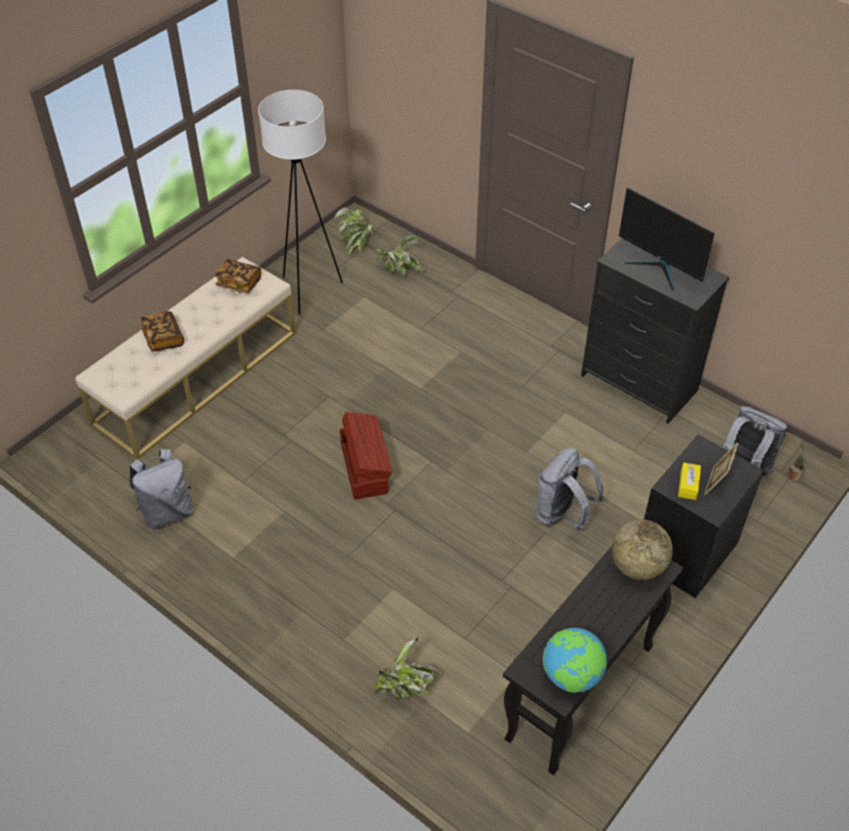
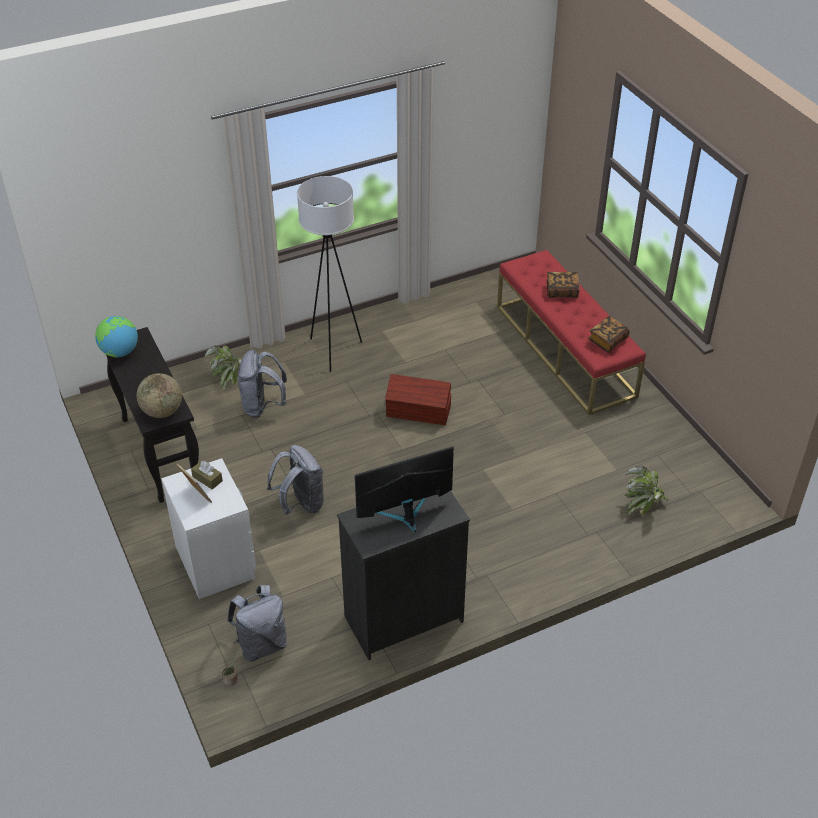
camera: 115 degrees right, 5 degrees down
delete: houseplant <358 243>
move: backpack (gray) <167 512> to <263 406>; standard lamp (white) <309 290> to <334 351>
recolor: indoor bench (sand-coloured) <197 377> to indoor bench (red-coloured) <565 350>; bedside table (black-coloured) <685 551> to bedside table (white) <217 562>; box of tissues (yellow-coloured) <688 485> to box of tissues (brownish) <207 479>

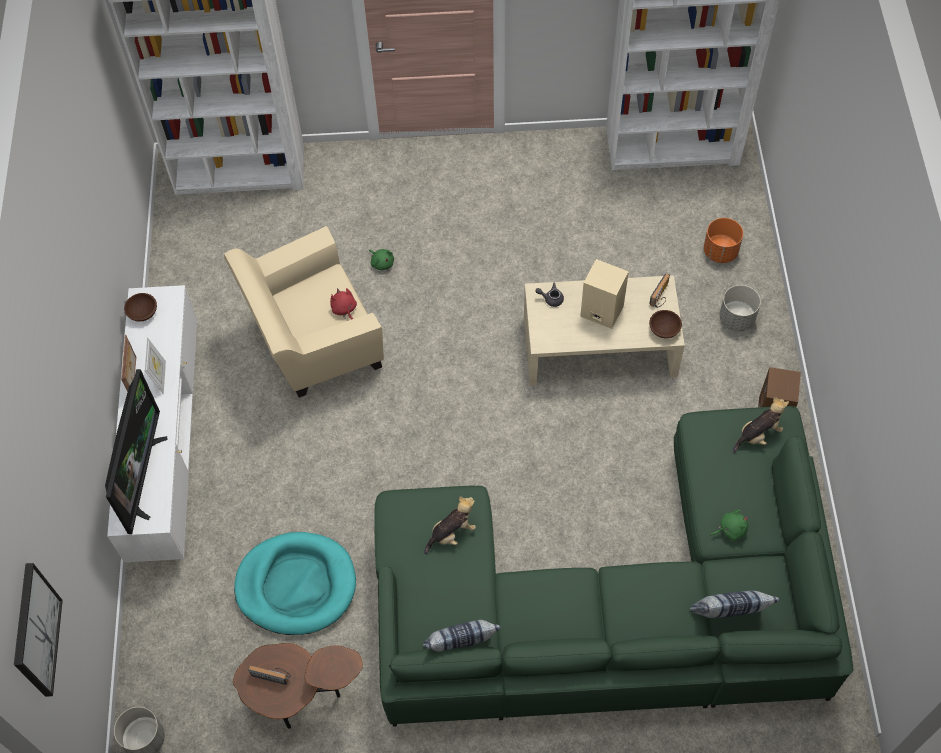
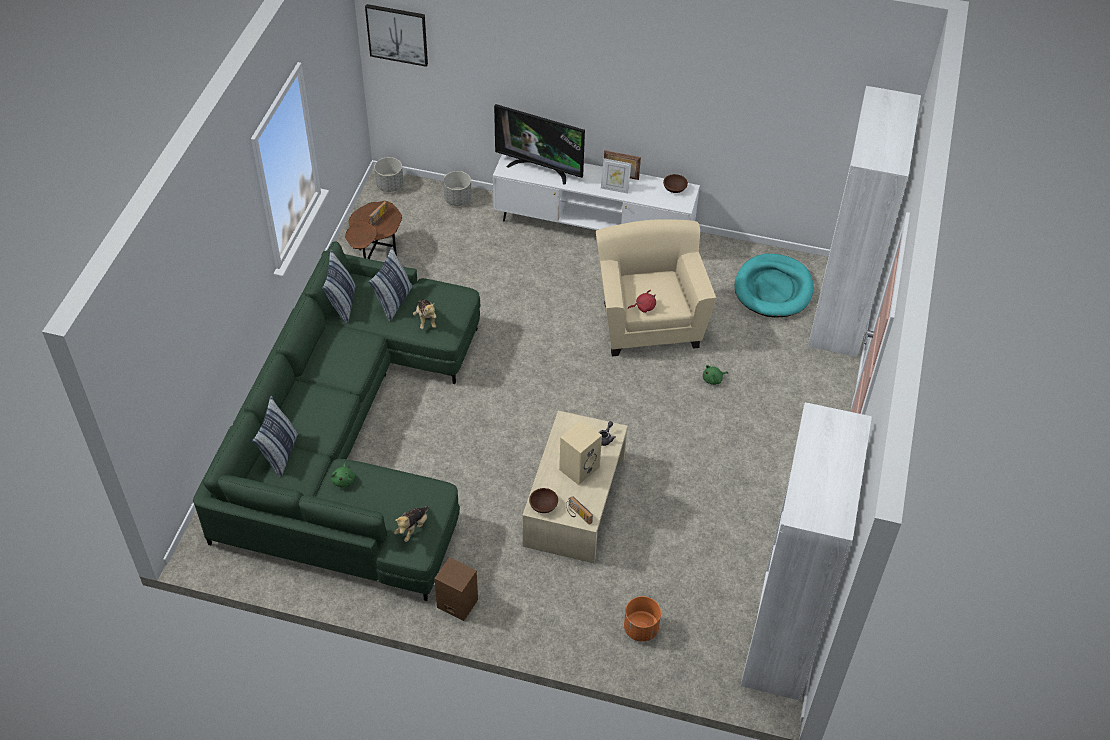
camera: 105 degrees right, 10 degrees down
insert: cushion <393 301>
move: pet bed (turquoise-coloured) <296 585> to <773 289>; flower pot (gray) <736 319> to <457 199>
rotate: soft toy <758 434> = <412 528> 45 degrees clockwise

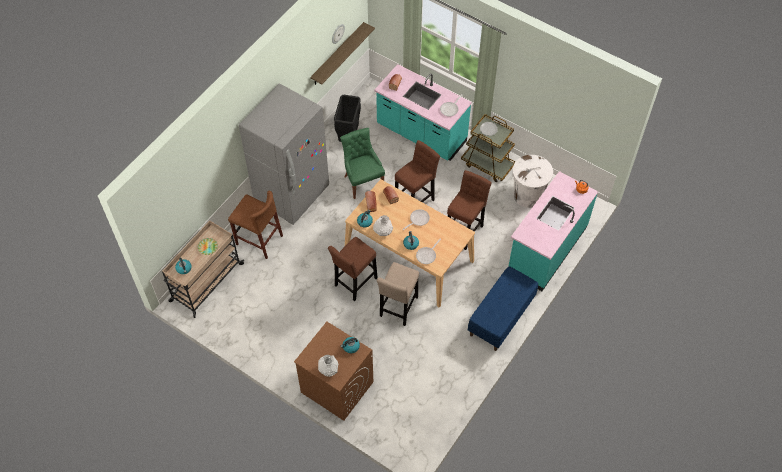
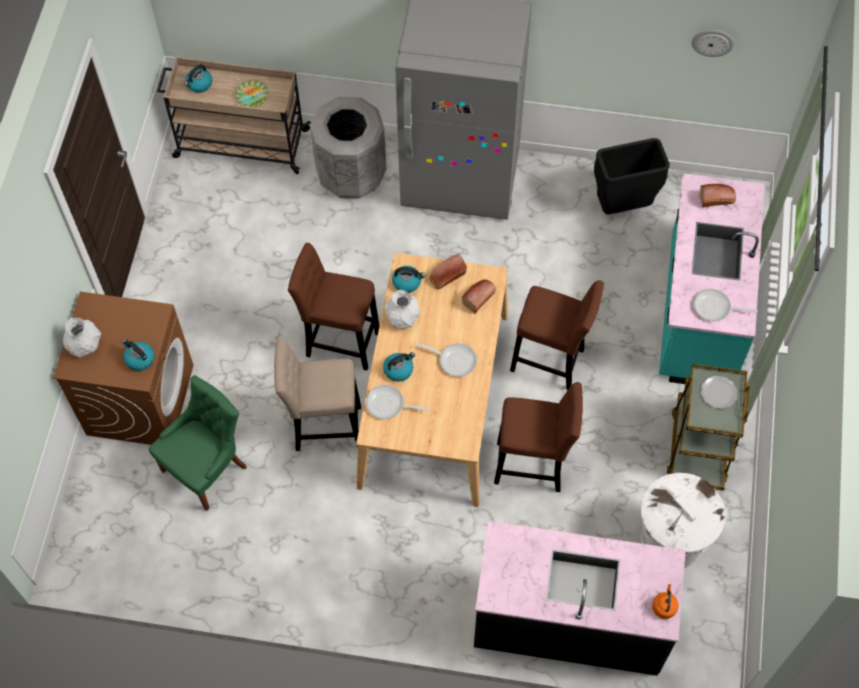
camera: 65 degrees right, 5 degrees up
delete: shelf <337 54>; indoor bench (blue) <501 317>
move: upright chair (greenish) <362 181> to <207 468>
replace: sitting stool (brownish) <259 240> to rubbish bin (gray) <351 175>
recolor: counter (turquoise-coloured) <546 249> to counter (black-coloured) <569 620>

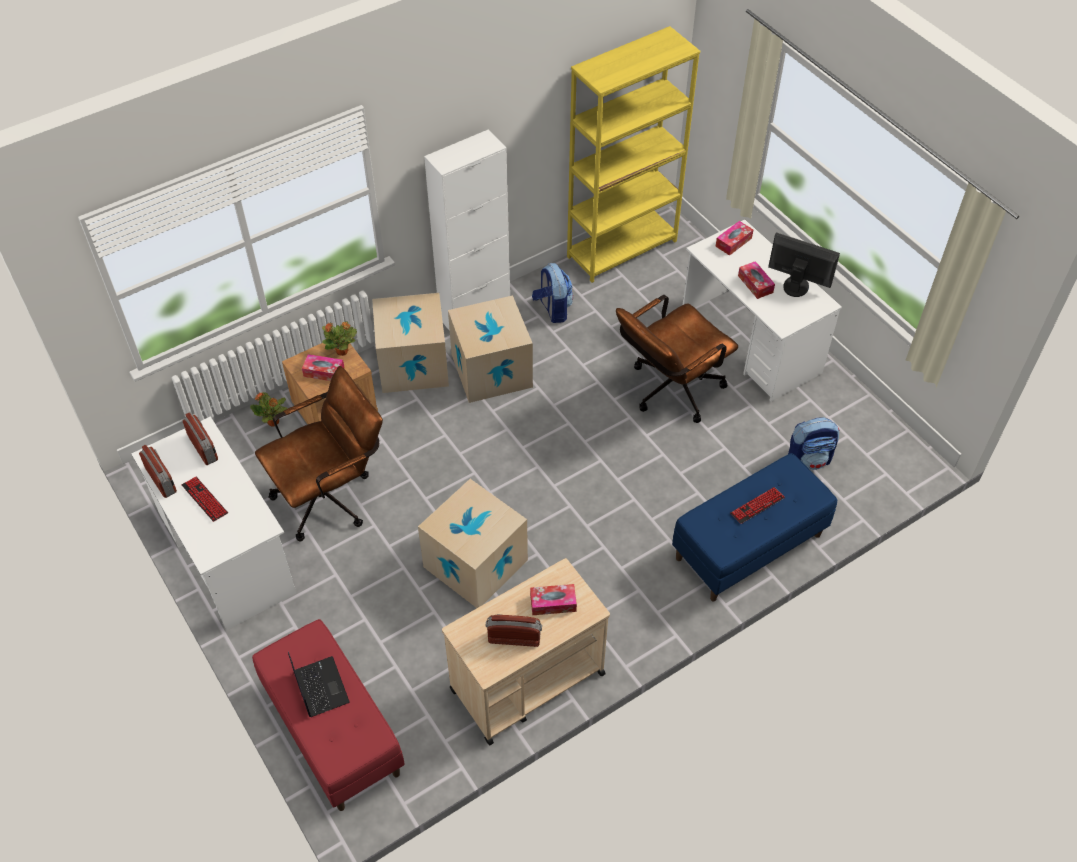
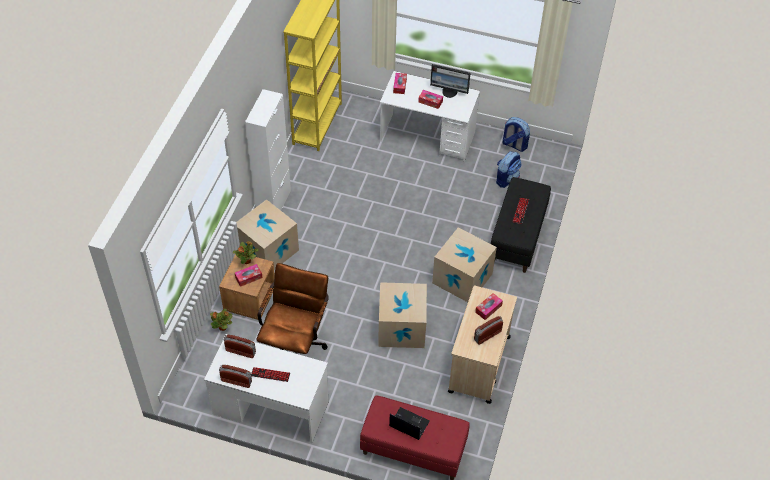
camera: 40 degrees left, 0 degrees up
delete: desk chair (brownish) <669 391>
move: cardboard box <491 370> to <462 278>; backpack <553 309> to <514 145>
recolor: indoor bench (blue) <748 547> to indoor bench (black-coloured) <517 237>
rotate: monitor <796 285> = <449 92> 150 degrees counterclockwise

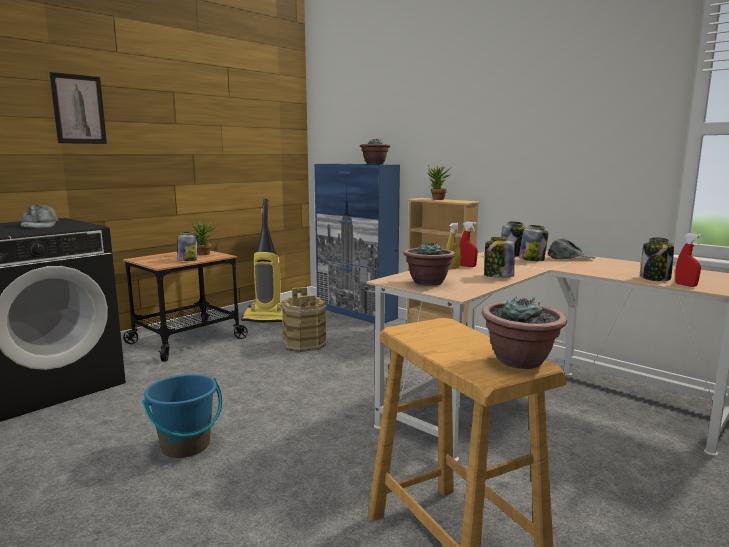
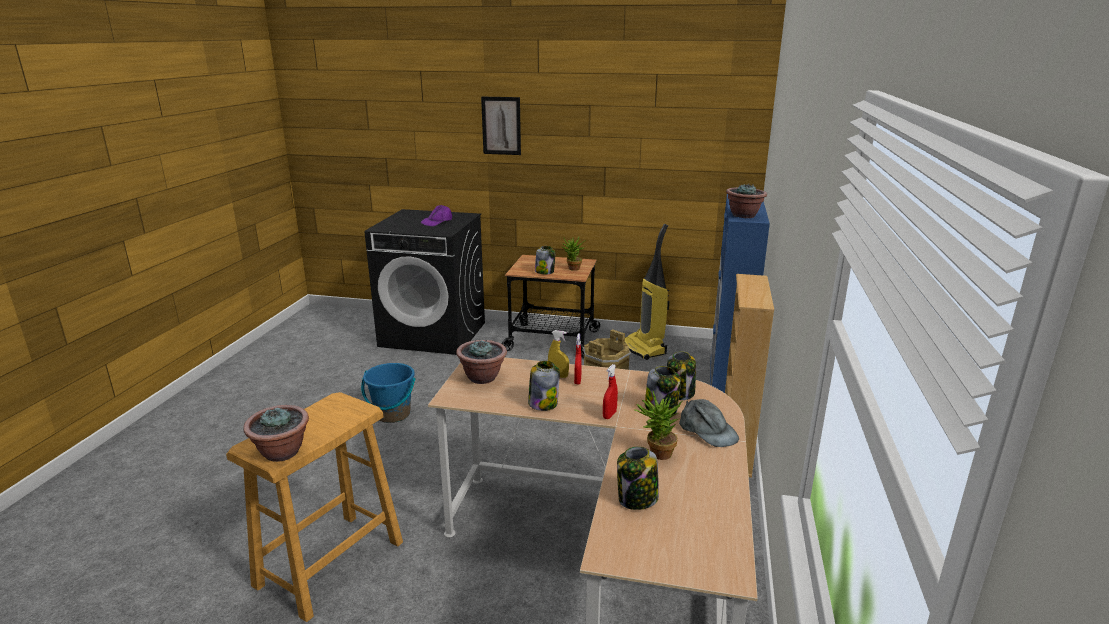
camera: 60 degrees right, 10 degrees up
move: houseplant <437 199> to <656 454>; spray bottle (red-coloured) <685 285> to <609 415>
recolor: cap (gray) <39 225> to cap (purple) <437 221>

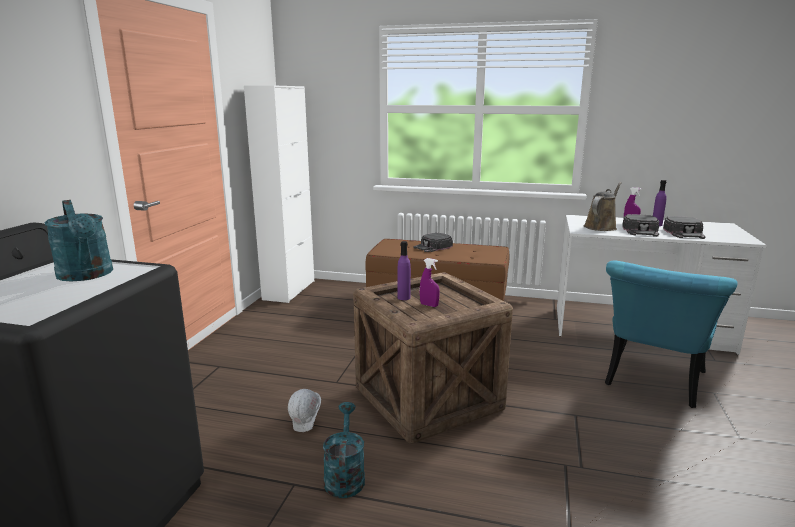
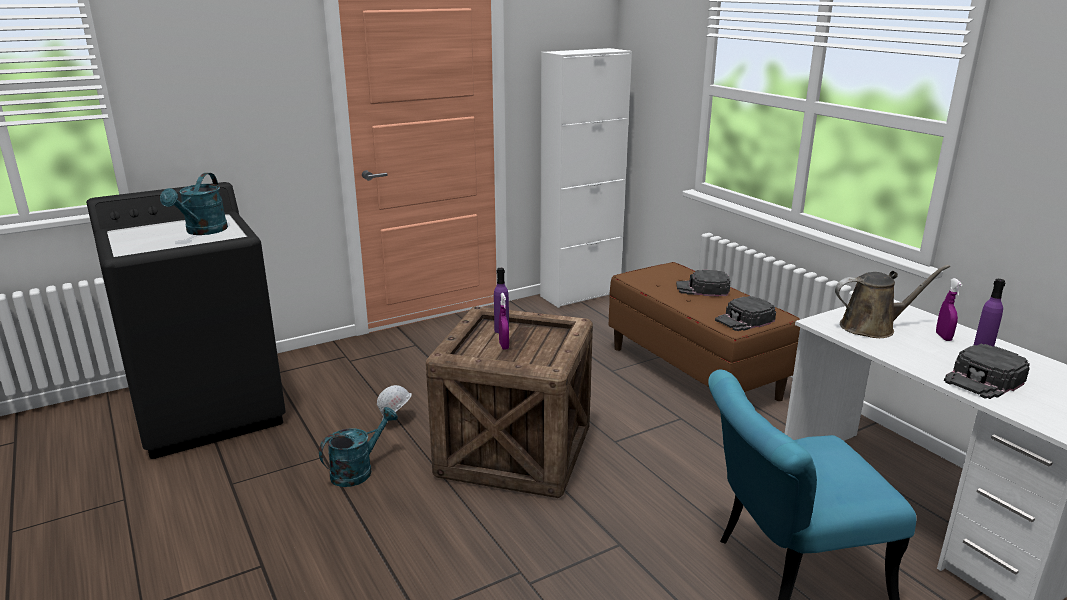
camera: 45 degrees right, 5 degrees up
move: cap (black-coloured) <641 230> to <744 320>

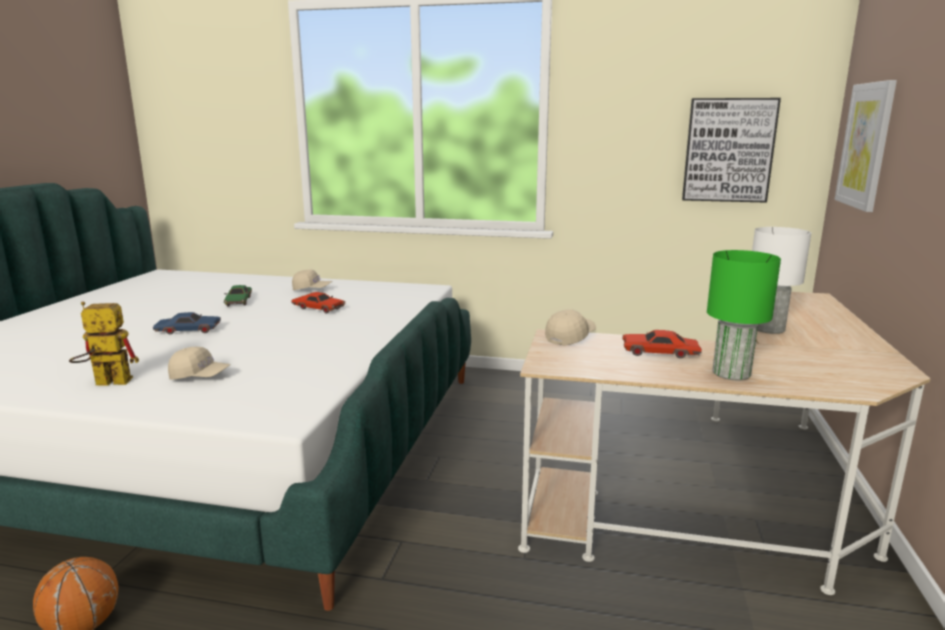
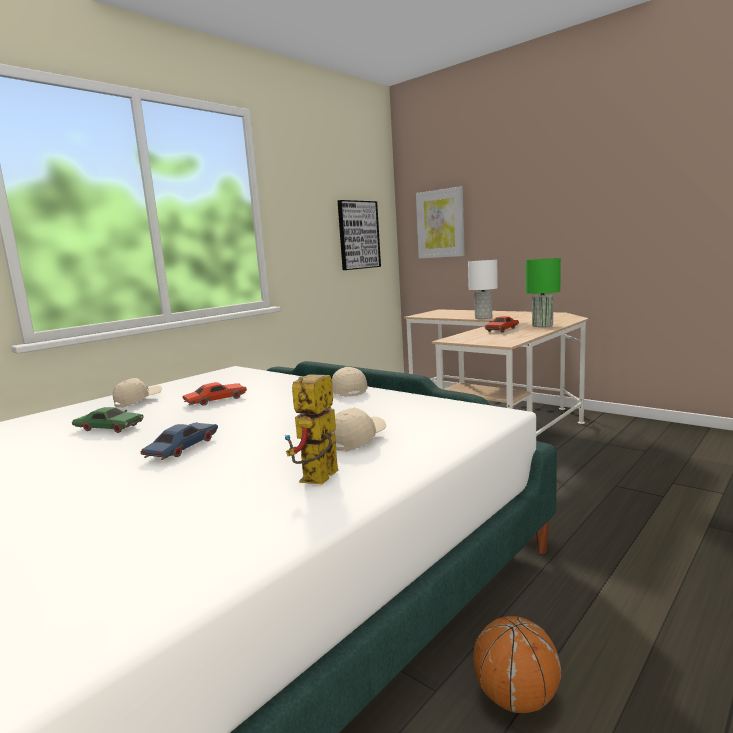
camera: 60 degrees left, 5 degrees down
move: cap (sand-coloured) <570 337> to <347 390>

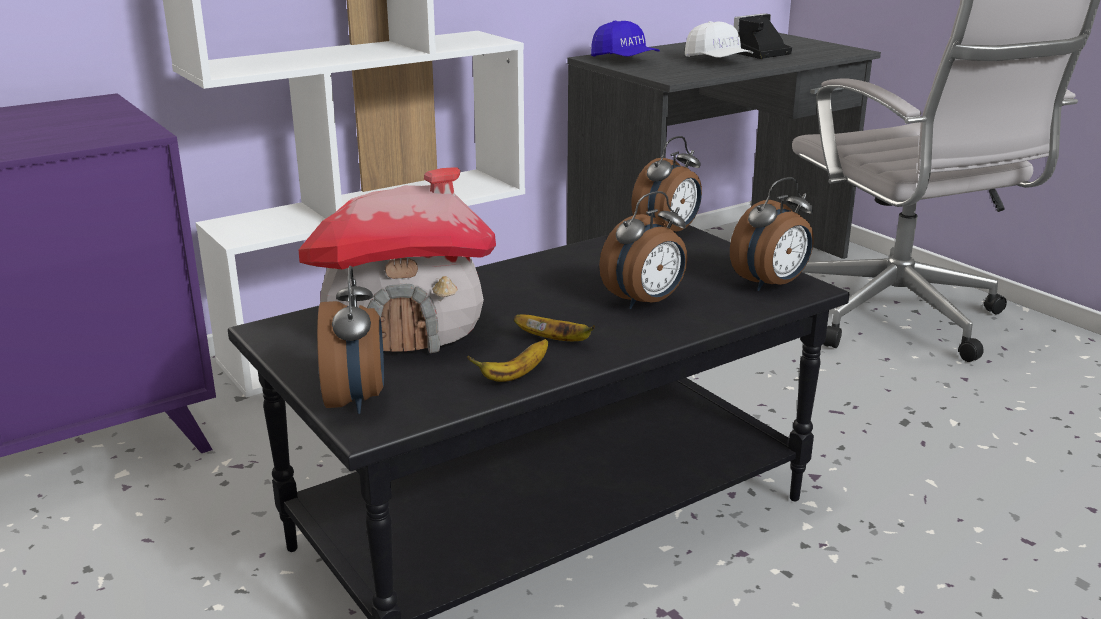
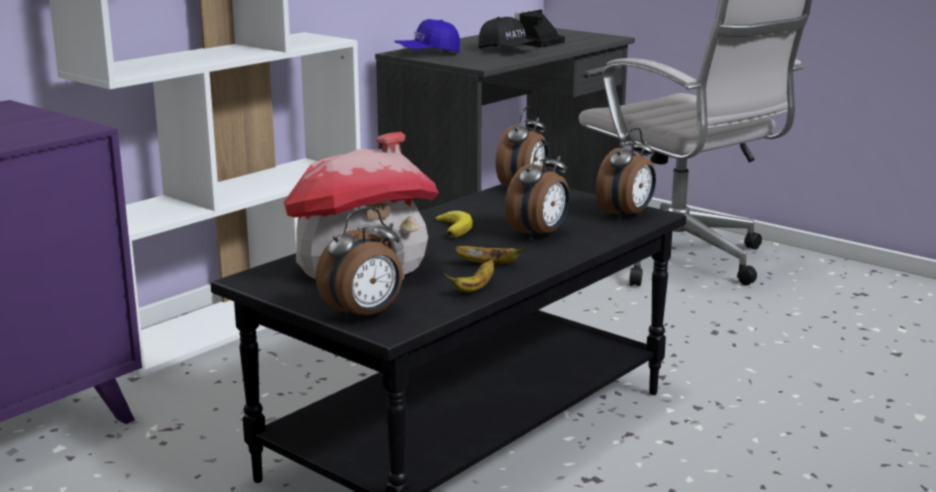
camera: 15 degrees left, 5 degrees down
insert: banana <455 228>
recolor: cap (white) <718 61> to cap (black-coloured) <508 51>
rotate: alarm clock <356 400> = <364 315> 75 degrees clockwise; cap (blue) <624 60> = <428 53> 120 degrees clockwise

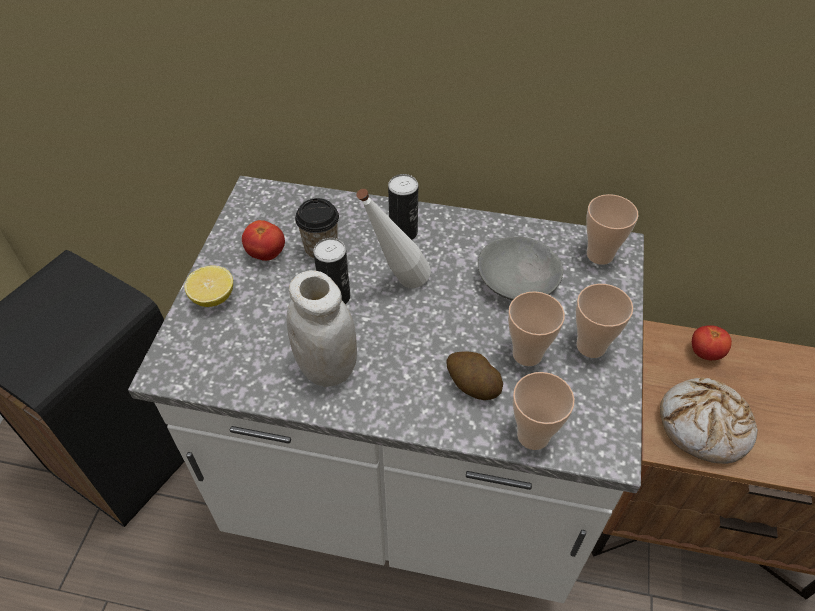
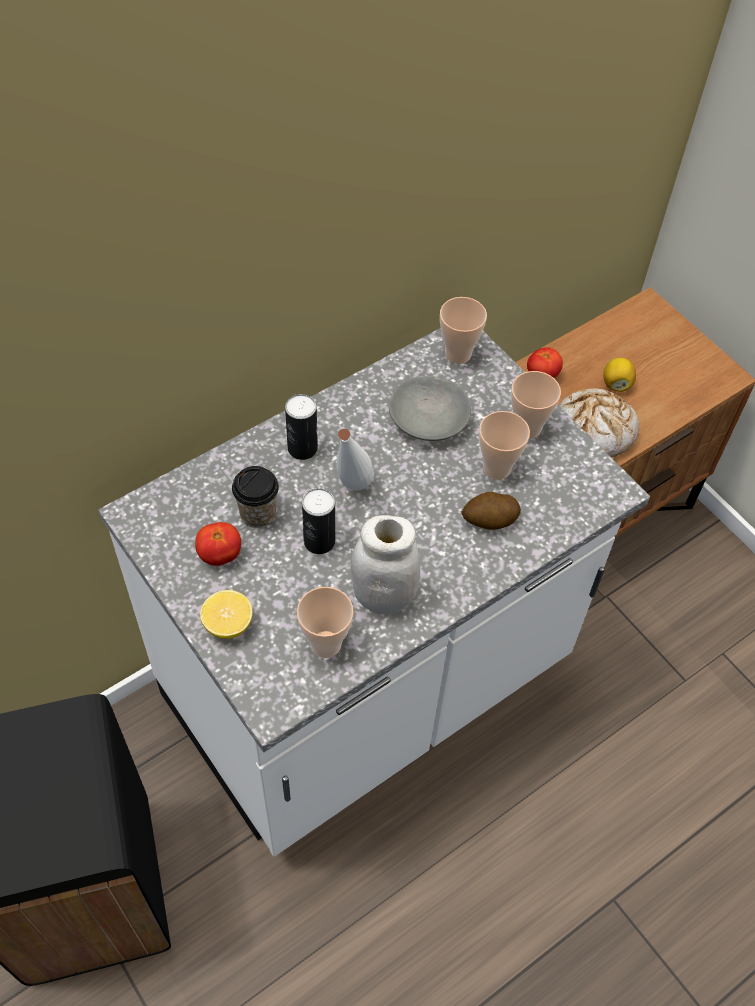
camera: 50 degrees left, 5 degrees up
insert: citrus fruit <616 384>
move: drinking cup <533 435> to <325 644>

